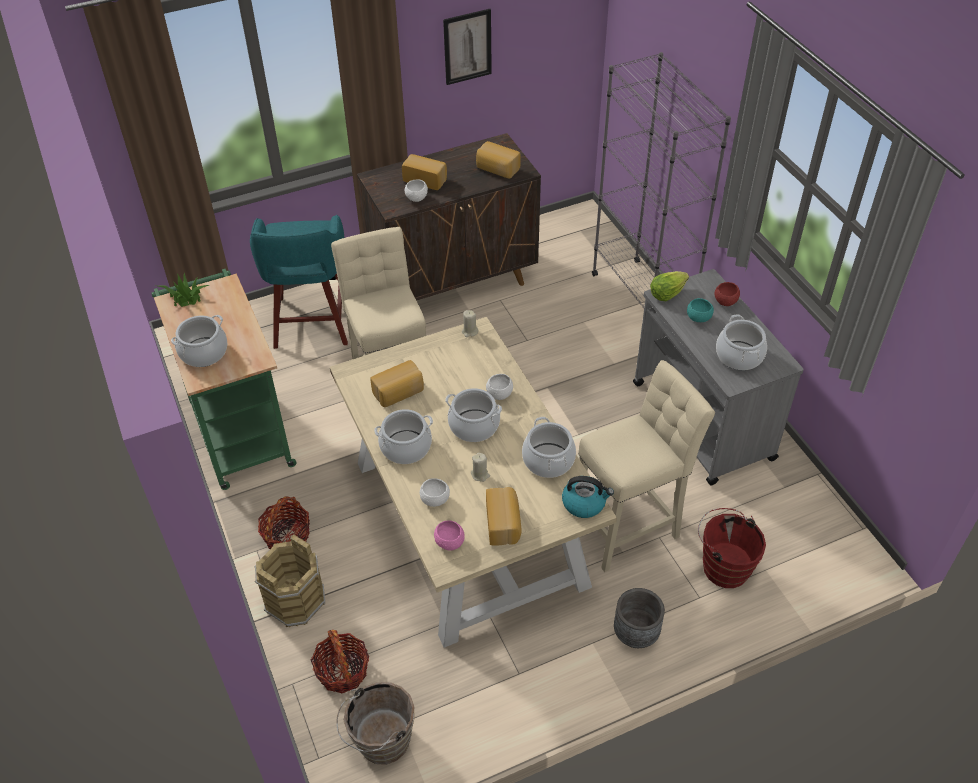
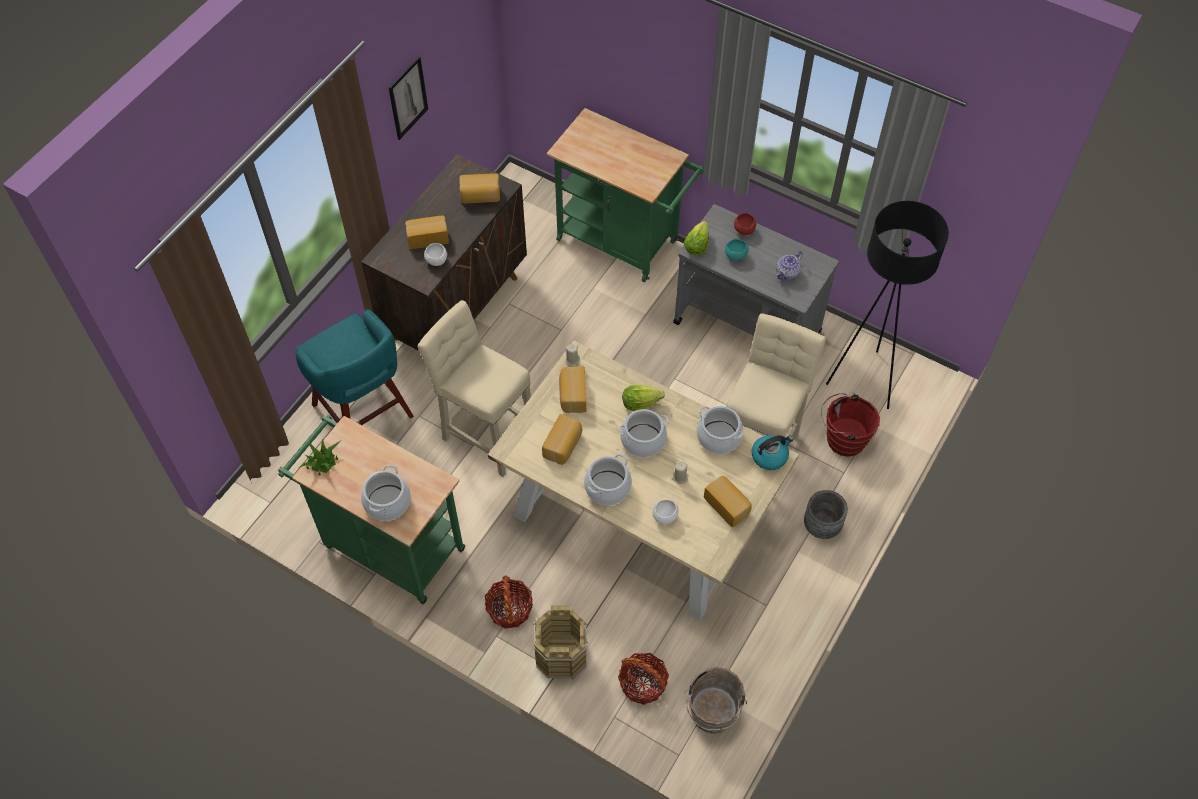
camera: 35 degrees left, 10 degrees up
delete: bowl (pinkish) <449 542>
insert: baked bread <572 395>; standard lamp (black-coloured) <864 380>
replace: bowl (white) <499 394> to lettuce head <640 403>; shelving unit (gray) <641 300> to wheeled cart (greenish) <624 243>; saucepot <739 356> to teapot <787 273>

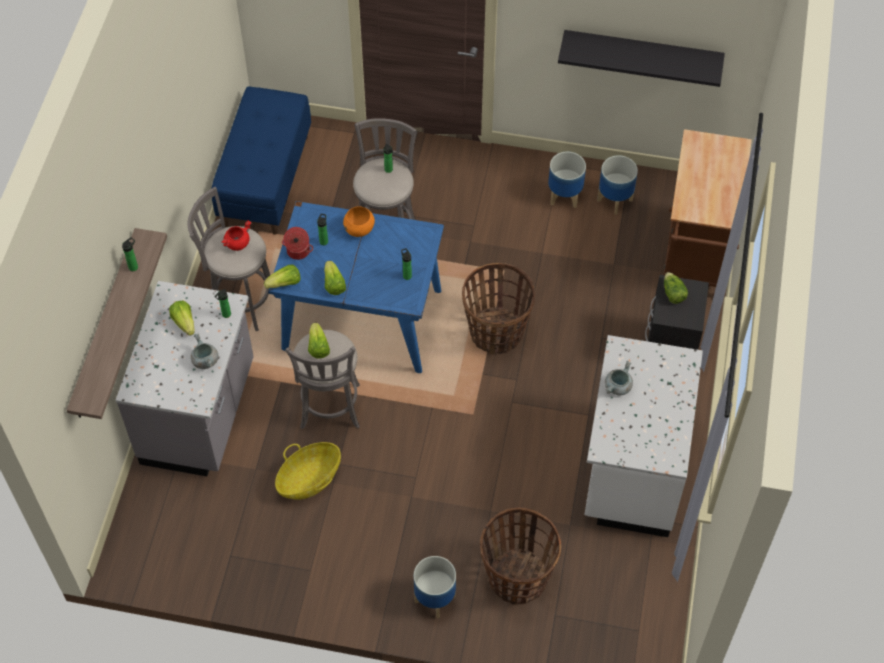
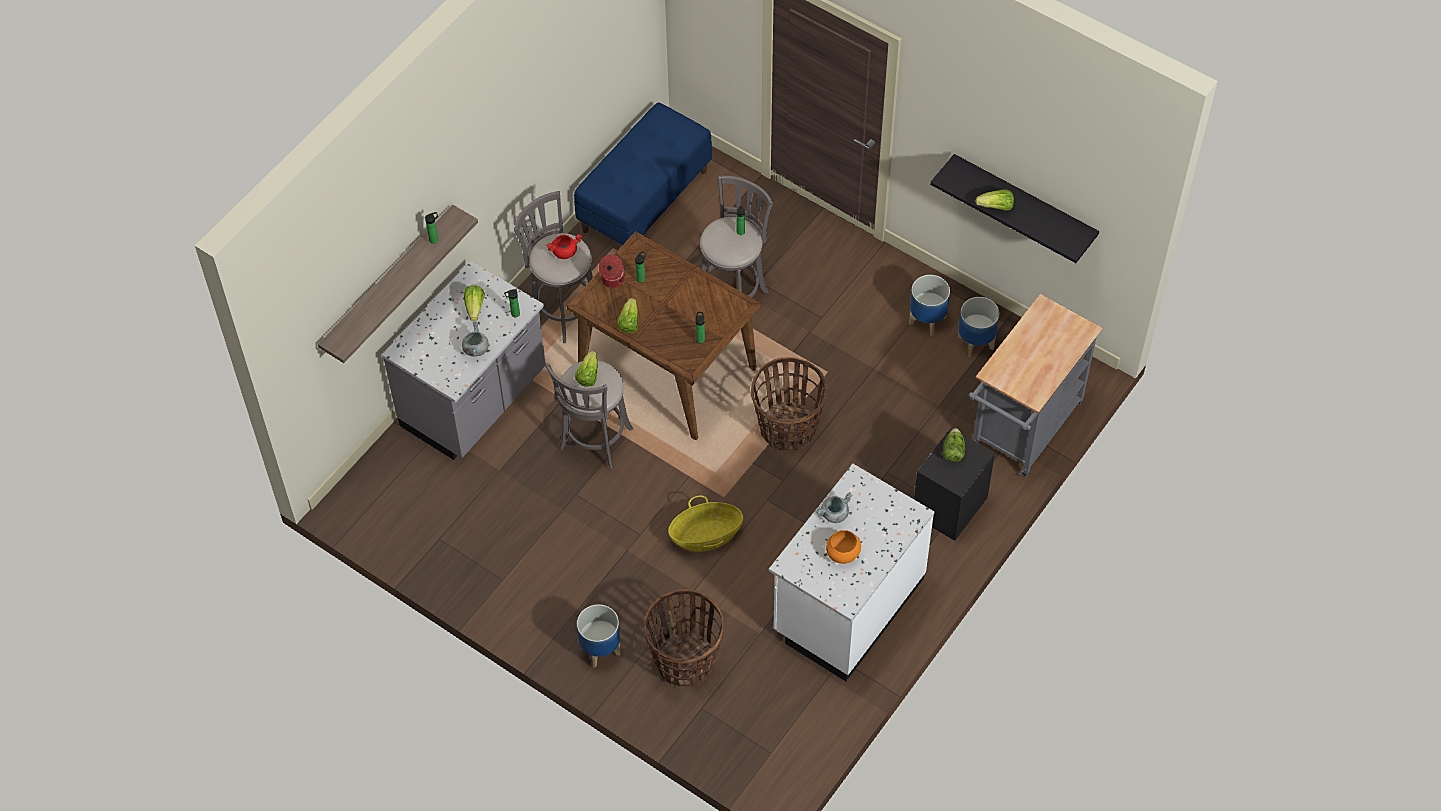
camera: 25 degrees right, 0 degrees up
move: lettuce head <285 284> to <996 207>; storage basket <309 479> to <706 535>; bowl (orange-coloured) <359 229> to <843 554>
recolor: dinner table (blue) <361 319> to dinner table (brownish) <666 368>; wheeled cart (brownish) <694 260> to wheeled cart (gray) <1022 431>

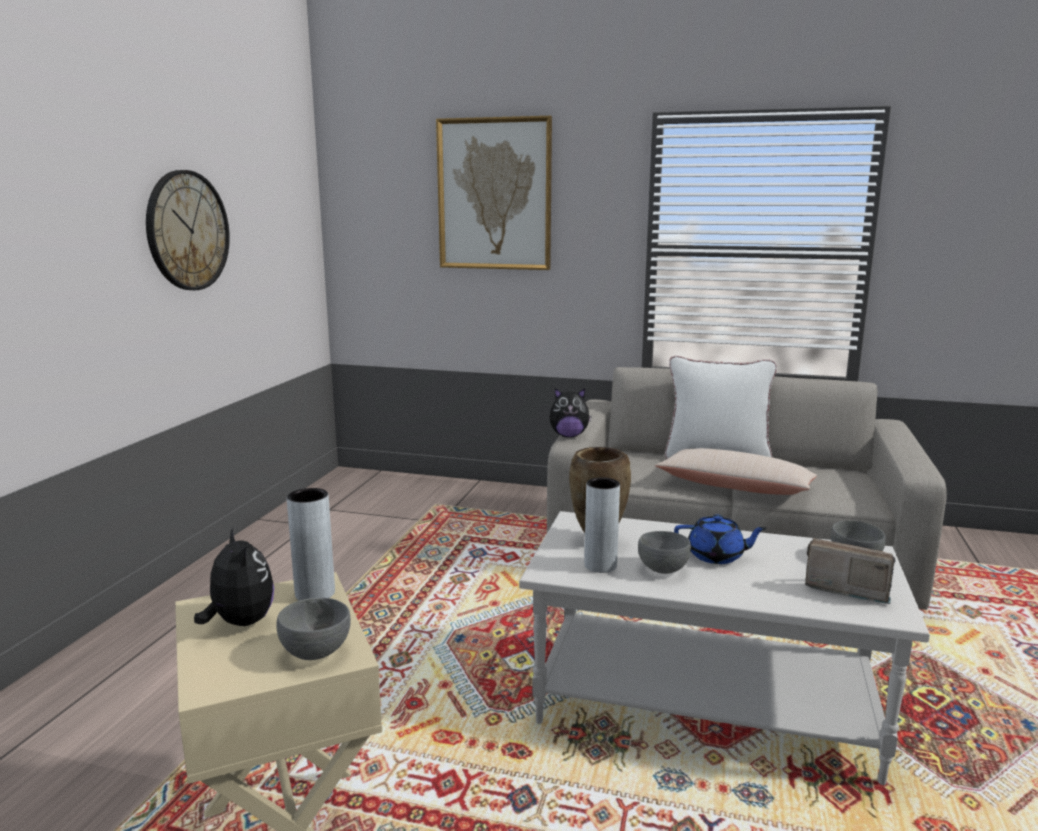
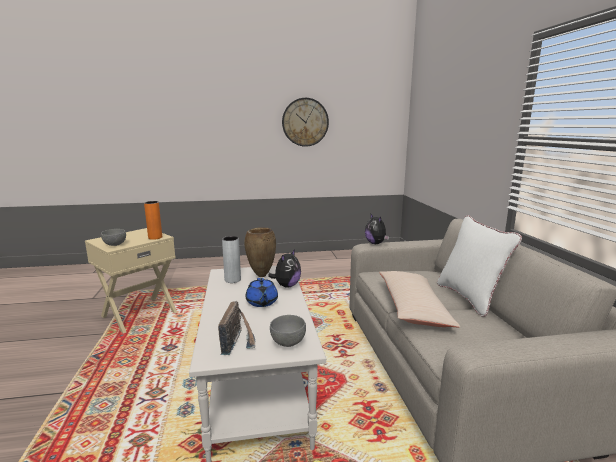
camera: 65 degrees right, 0 degrees up
delete: picture <494 194>; bowl (gray) <662 570>
move: soft toy <240 623> to <286 285>
recolor: decorative vase (gray) <315 593> to decorative vase (orange-coloured) <155 237>

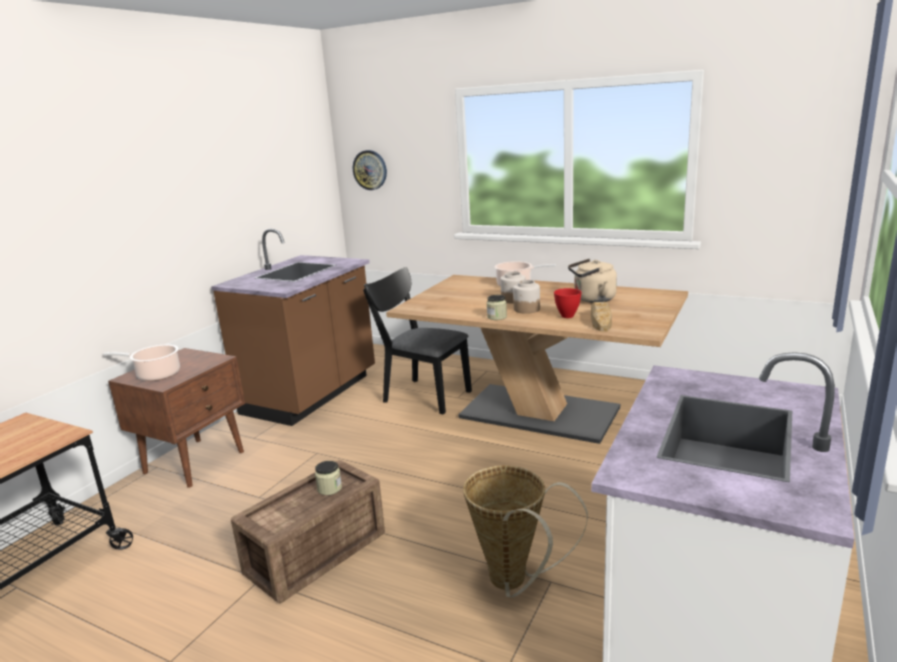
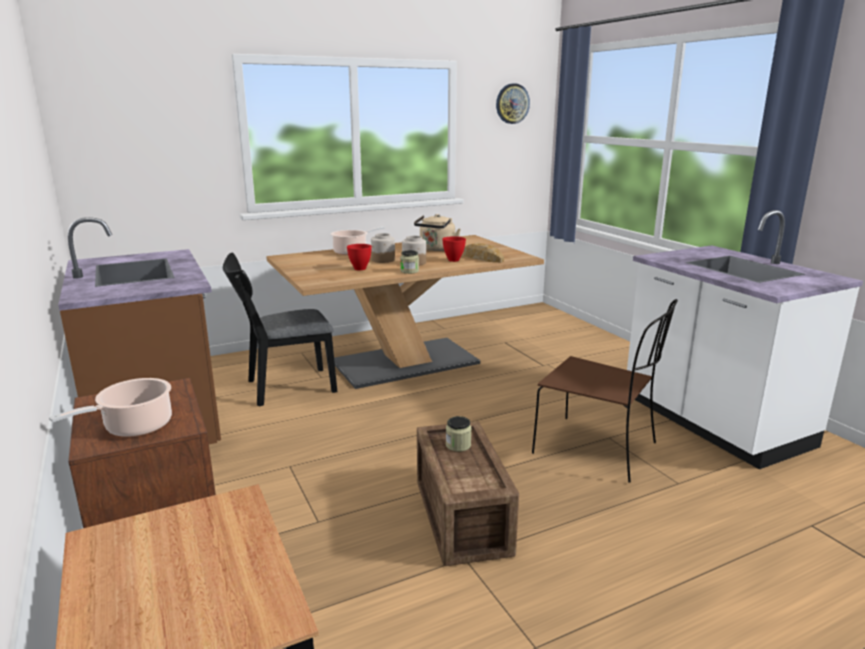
camera: 55 degrees left, 0 degrees up
insert: bowl (red-coloured) <359 268>
move: hanging clock <370 170> to <512 103>
replace: storage basket <514 583> to upright chair (brownish) <598 449>

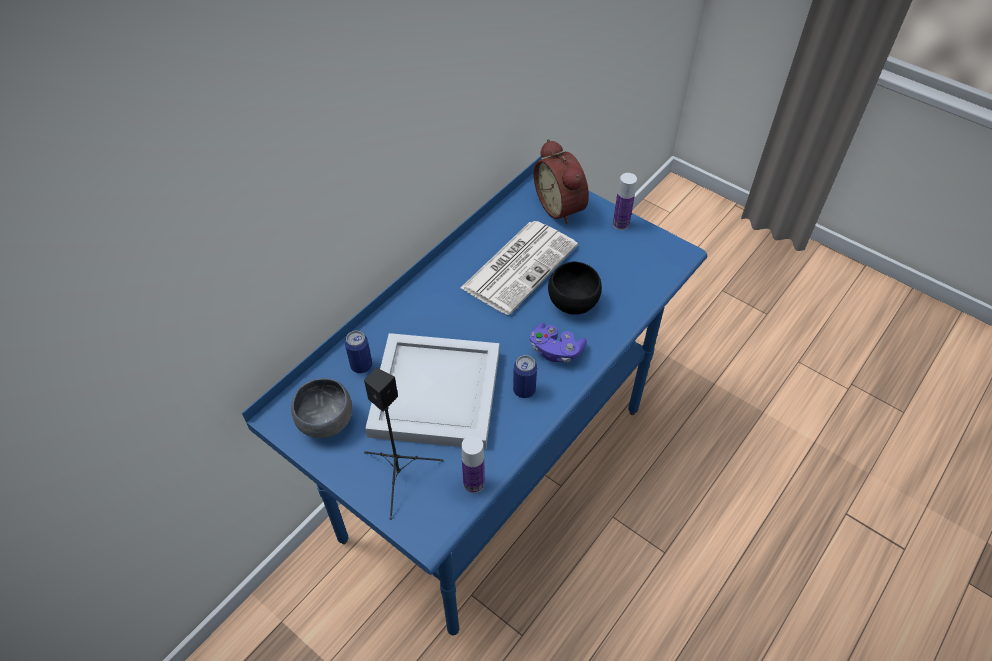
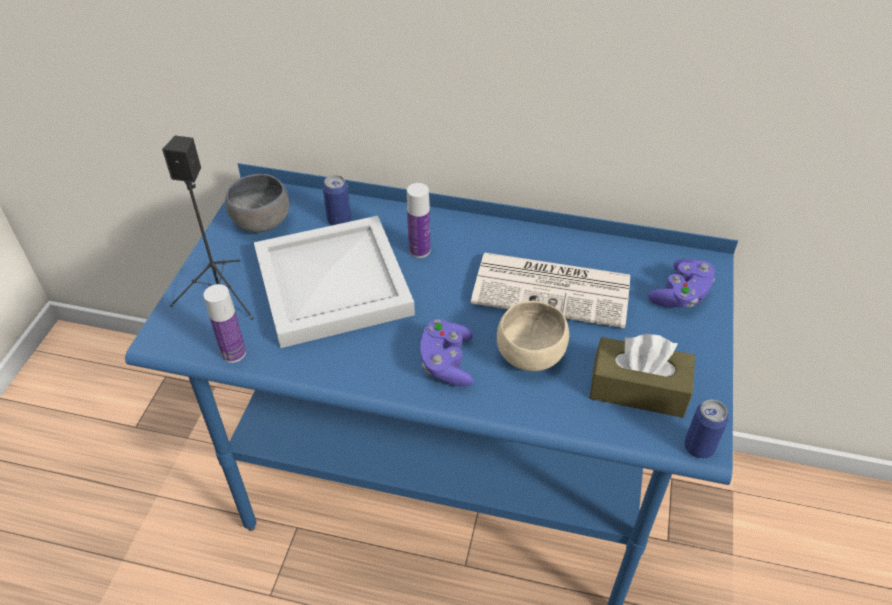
camera: 65 degrees right, 5 degrees down
insert: box of tissues (brownish) <638 389>
move: metal can <524 390> to <699 447>; bottle <620 224> to <419 250>
replace: alarm clock <562 206> to joypad (purple) <680 295>
recolor: bowl (black-coloured) <574 304> to bowl (sand-coloured) <529 358>

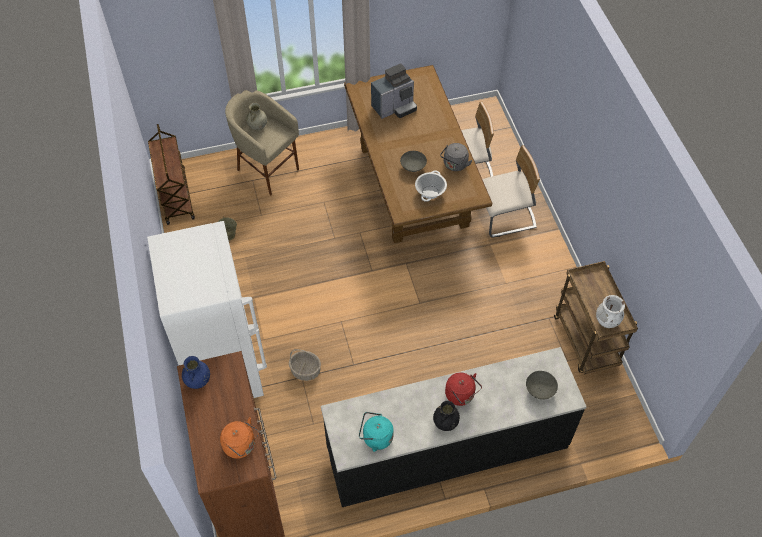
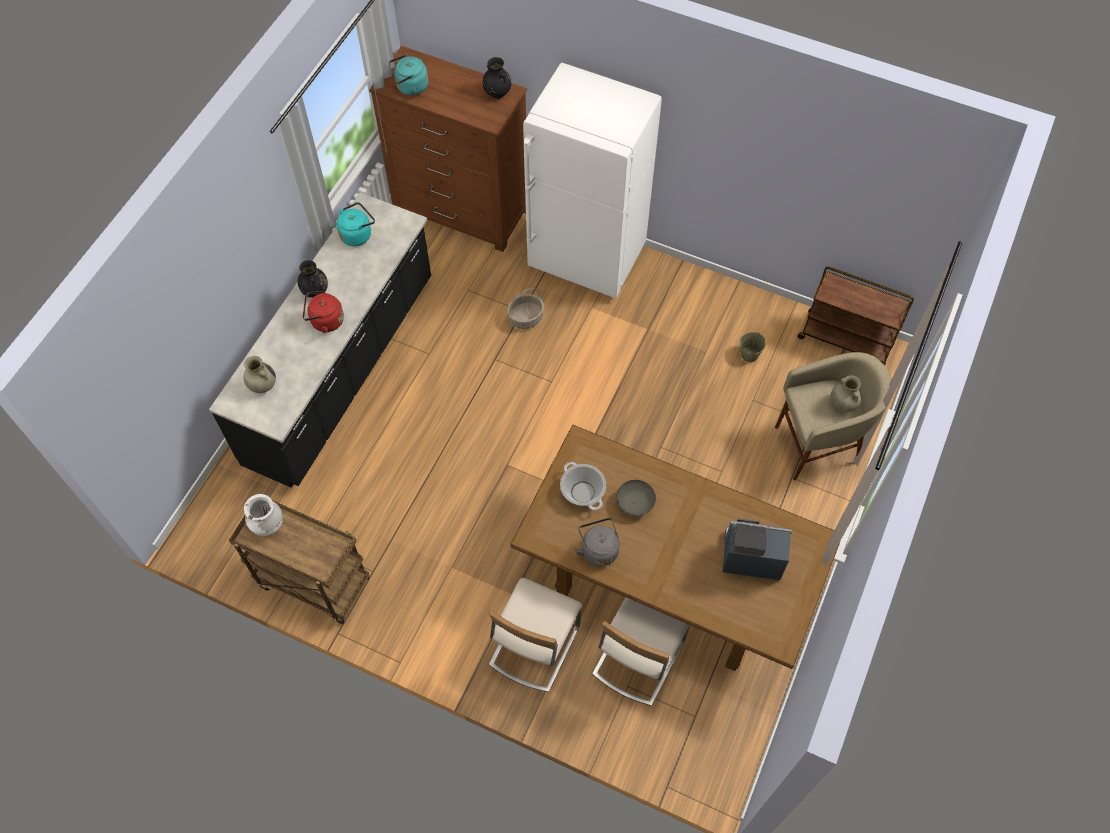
camera: 130 degrees right, 5 degrees up
replace: bowl (gray) <540 390> to decorative vase (sand-coloured) <262 385>
recolor: decorative vase (blue) <198 381> to decorative vase (black-coloured) <497 92>; tea kettle (orange-coloured) <241 446> to tea kettle (turquoise-coloured) <410 87>
rotate: coffee maker <394 107> = <749 557> 90 degrees clockwise

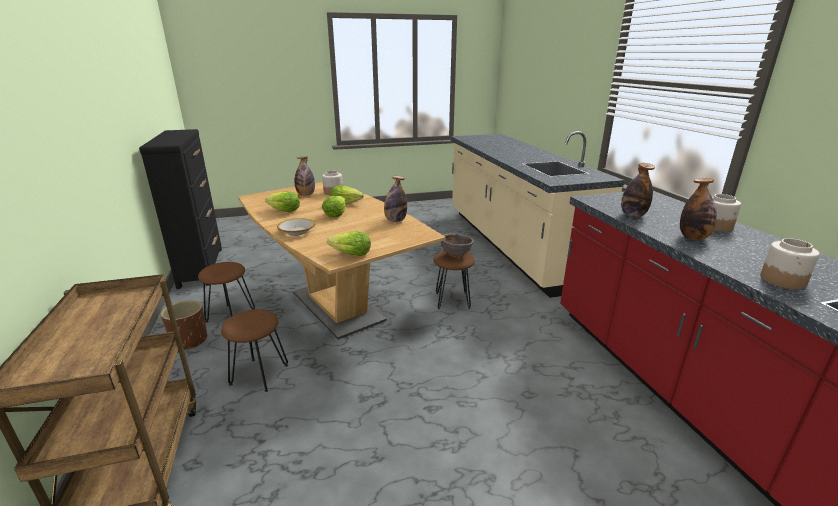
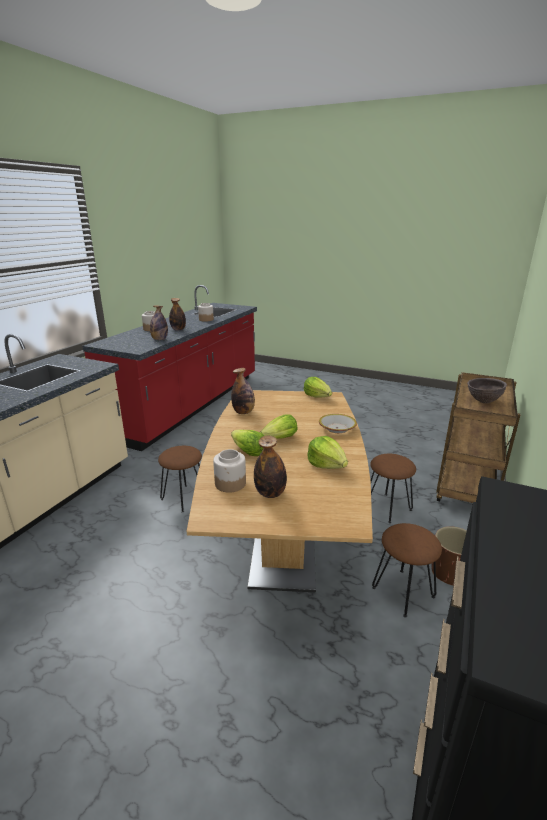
camera: 140 degrees left, 0 degrees up
move: bowl (brownish) <456 256> to <483 401>

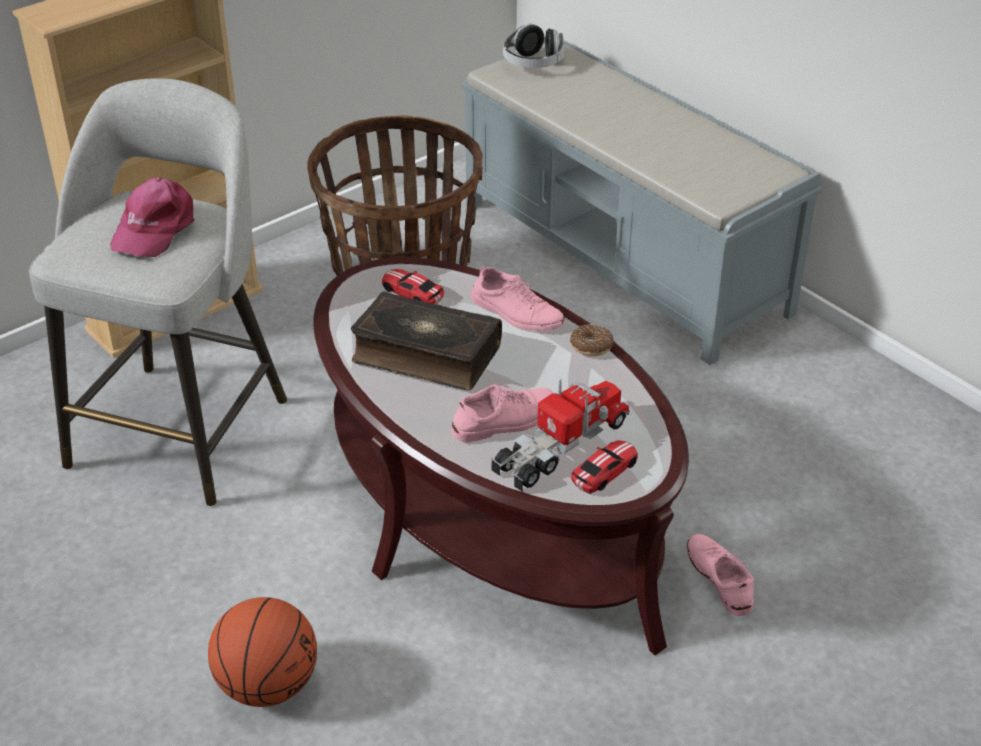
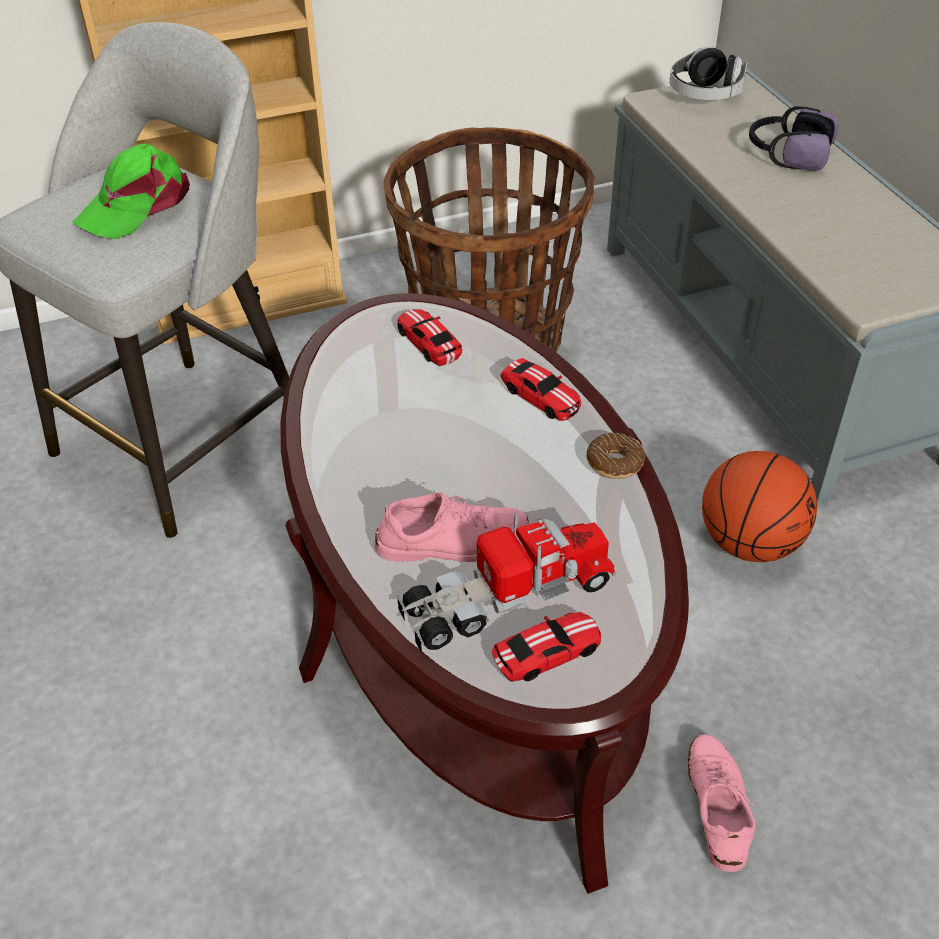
camera: 20 degrees right, 5 degrees up
delete: book <425 354>
insert: headset <787 154>
move: basketball ball <267 685> to <749 543>
replace: shoe (pinkish) <516 313> to model car <541 396>
recolor: cap (pinkish) <154 228> to cap (greenish) <137 206>

